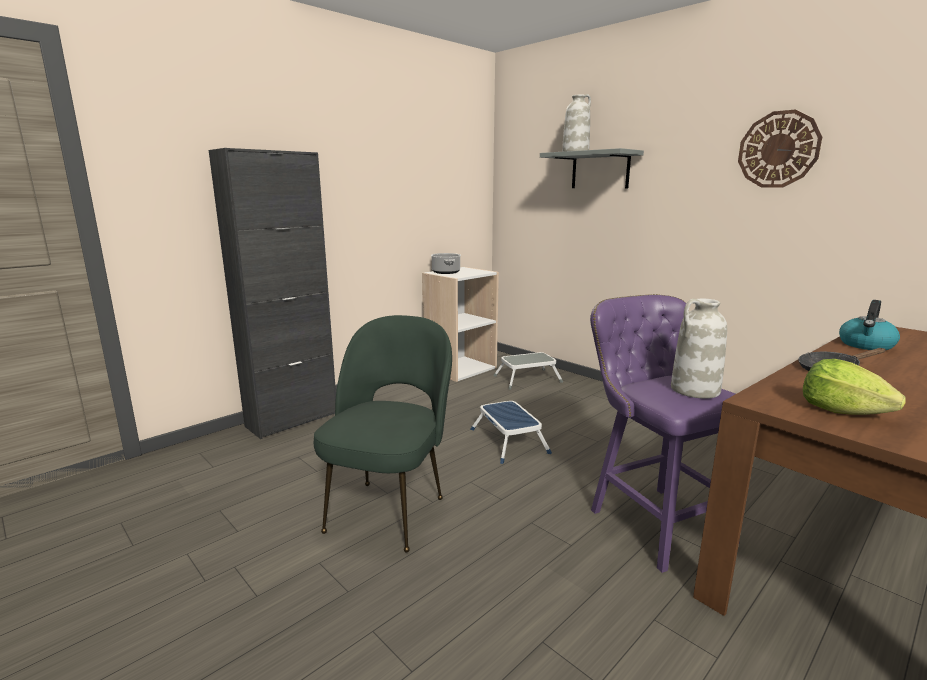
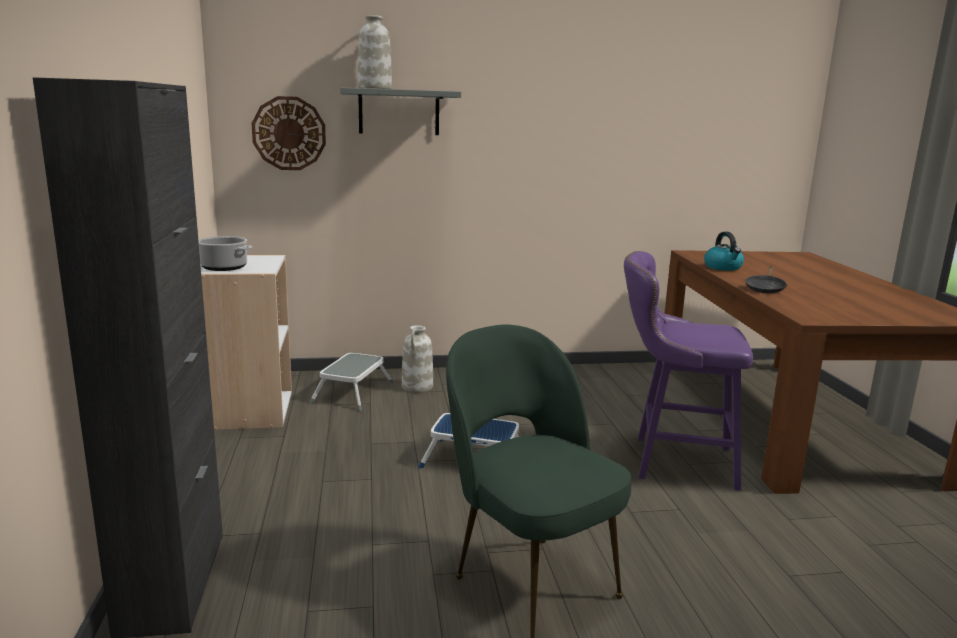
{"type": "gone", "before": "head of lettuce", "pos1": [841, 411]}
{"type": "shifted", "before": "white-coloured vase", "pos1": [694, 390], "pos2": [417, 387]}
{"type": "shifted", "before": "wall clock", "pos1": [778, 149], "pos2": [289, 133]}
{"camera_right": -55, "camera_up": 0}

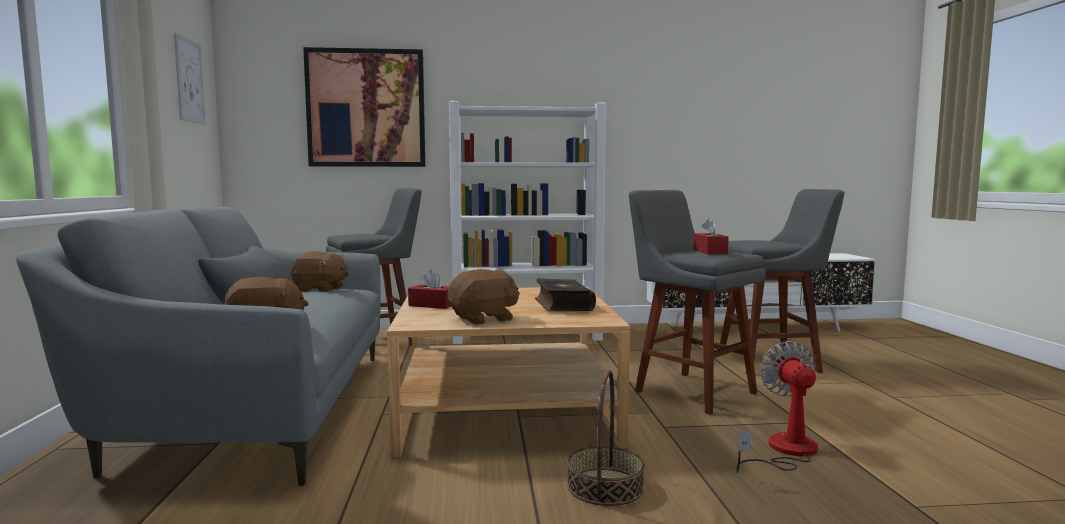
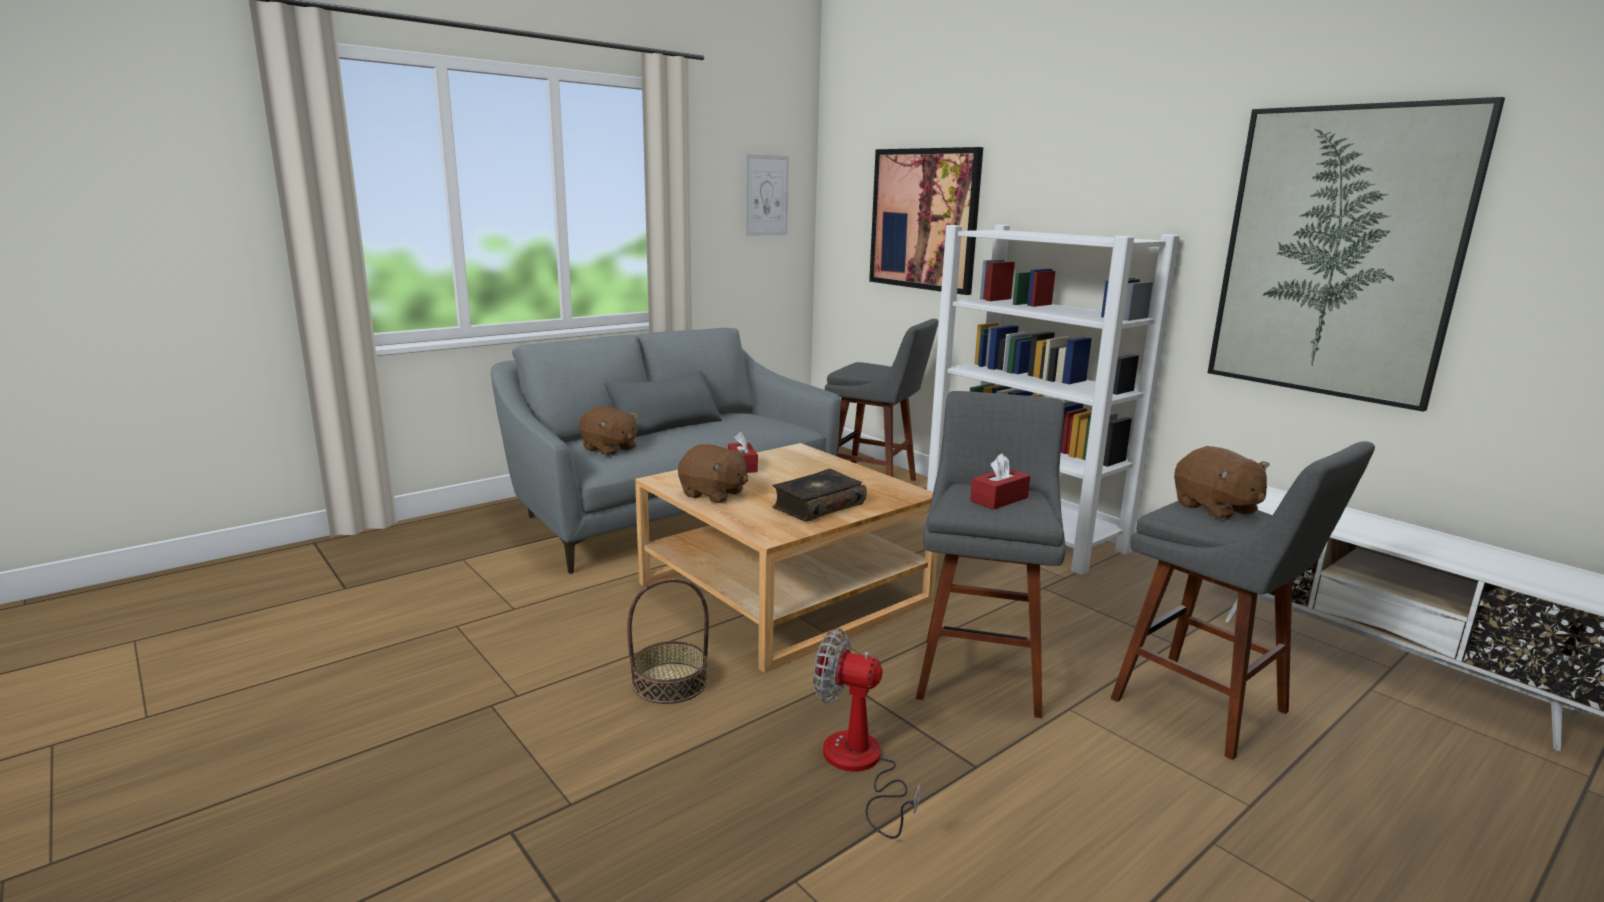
{"type": "new", "after": "wall picture", "pos2": [1337, 253]}
{"type": "shifted", "before": "brown-coloured plush toy", "pos1": [320, 290], "pos2": [1215, 509]}
{"type": "rotated", "before": "fan", "pos1": [784, 451], "pos2": [860, 767], "turn": -120}
{"camera_right": 55, "camera_up": 10}

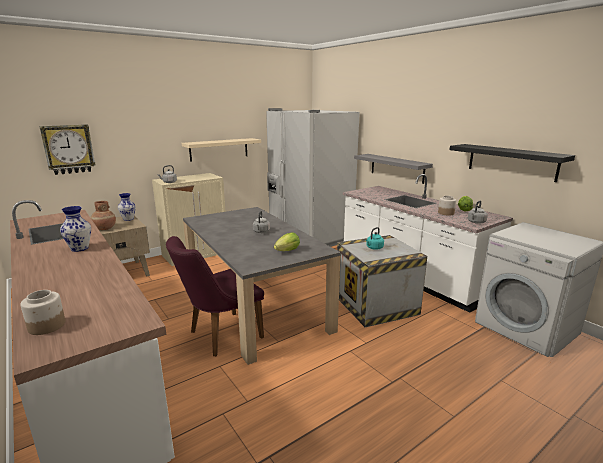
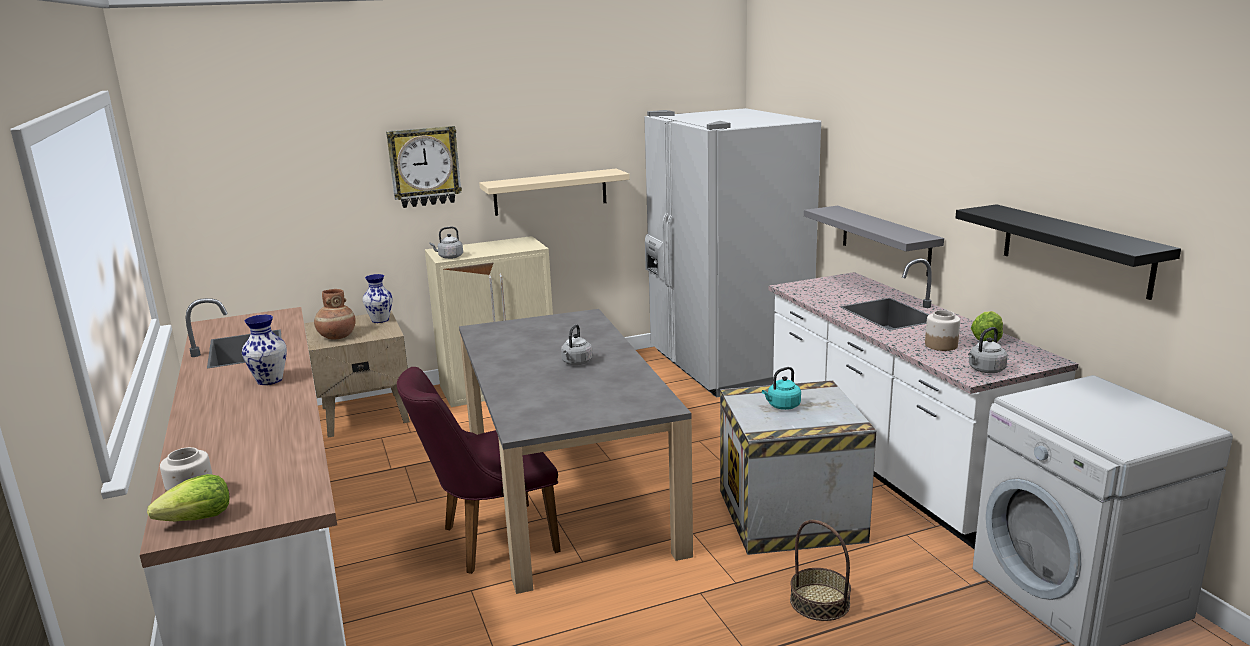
{"type": "new", "after": "basket", "pos2": [820, 602]}
{"type": "shifted", "before": "wall clock", "pos1": [68, 149], "pos2": [424, 166]}
{"type": "shifted", "before": "head of lettuce", "pos1": [287, 251], "pos2": [198, 519]}
{"camera_right": 15, "camera_up": 0}

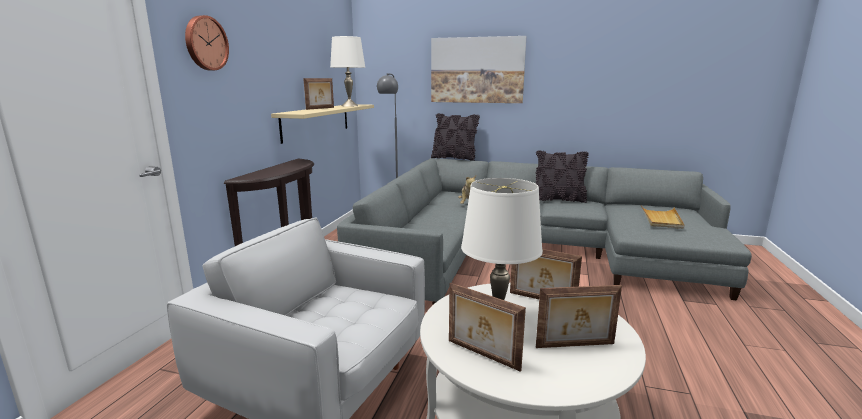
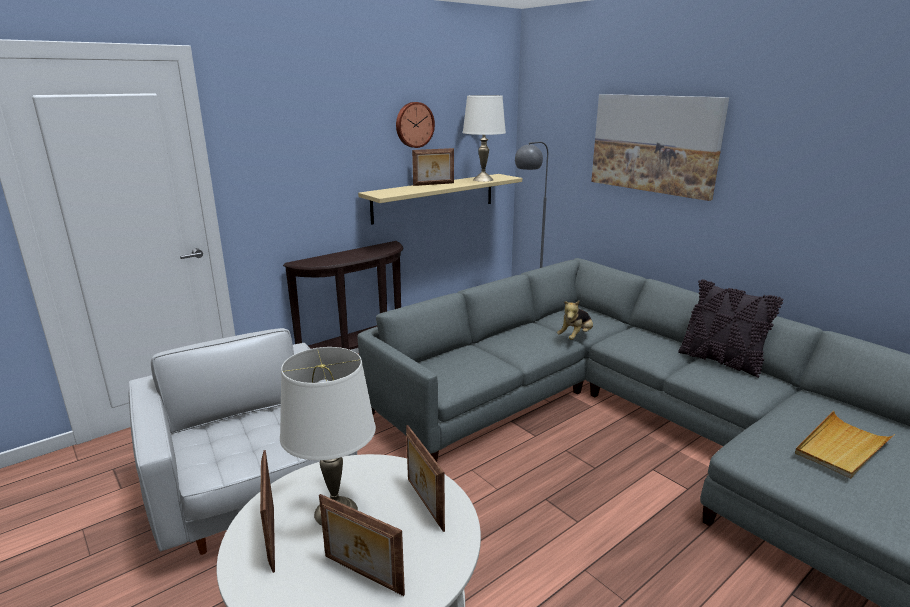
{"type": "gone", "before": "black-coloured cushion", "pos1": [454, 158]}
{"type": "shifted", "before": "wall clock", "pos1": [205, 43], "pos2": [414, 125]}
{"camera_right": 35, "camera_up": 5}

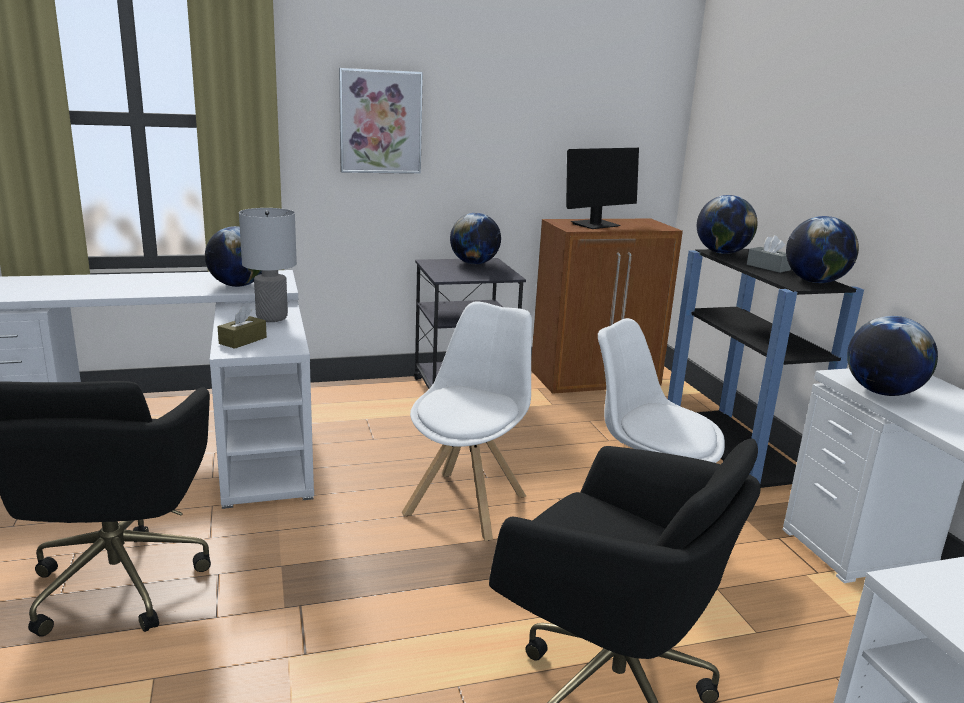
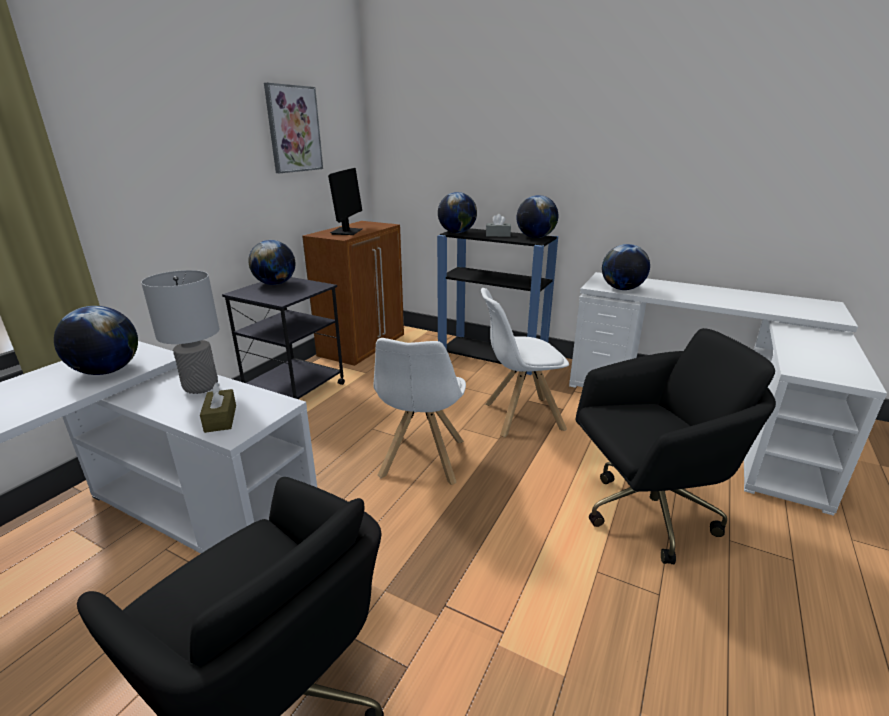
{"type": "shifted", "before": "wall picture", "pos1": [380, 122], "pos2": [293, 129]}
{"type": "rotated", "before": "white-coloured upright chair", "pos1": [468, 501], "pos2": [422, 461], "turn": -150}
{"camera_right": -45, "camera_up": 5}

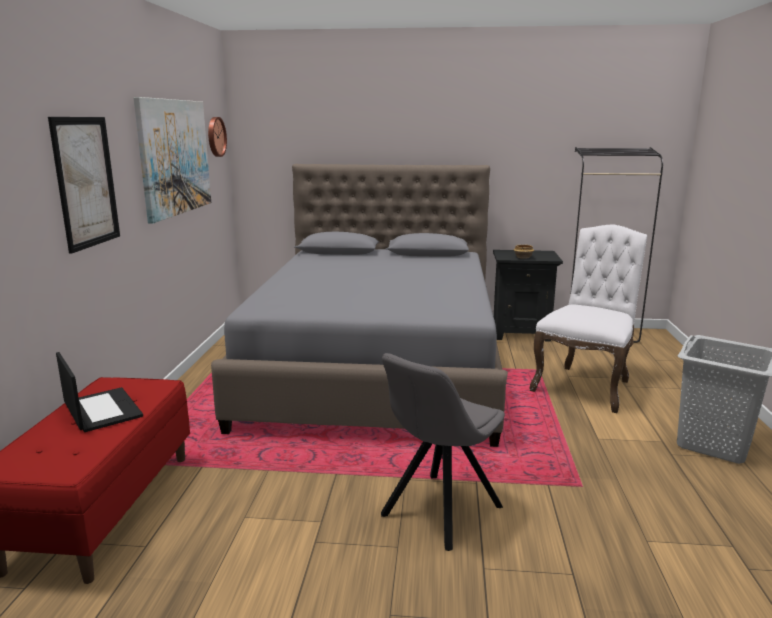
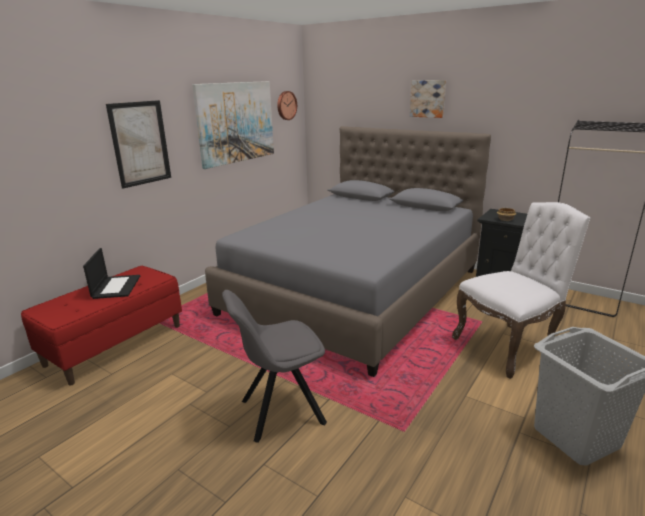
{"type": "new", "after": "wall picture", "pos2": [428, 98]}
{"camera_right": 30, "camera_up": 5}

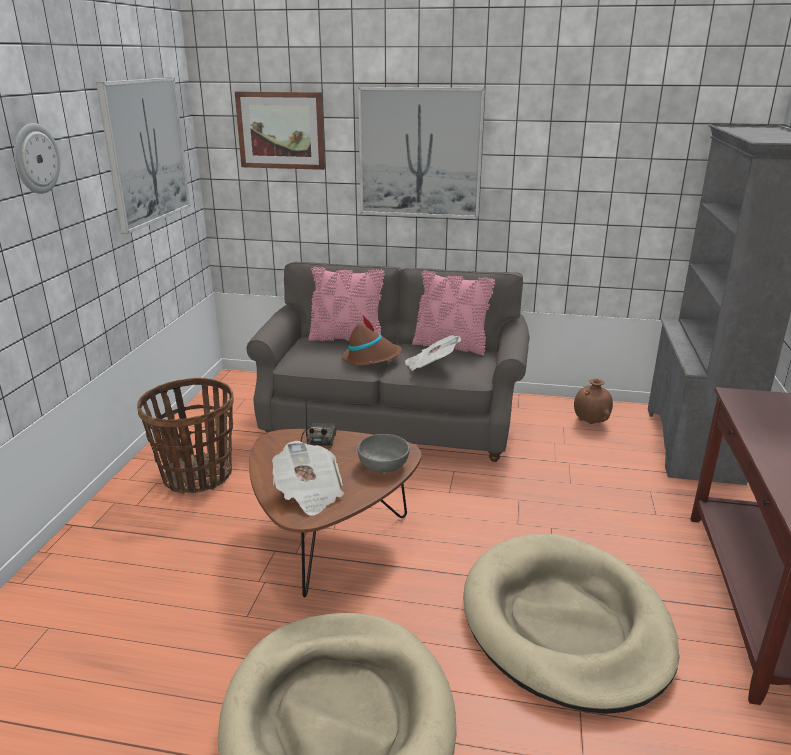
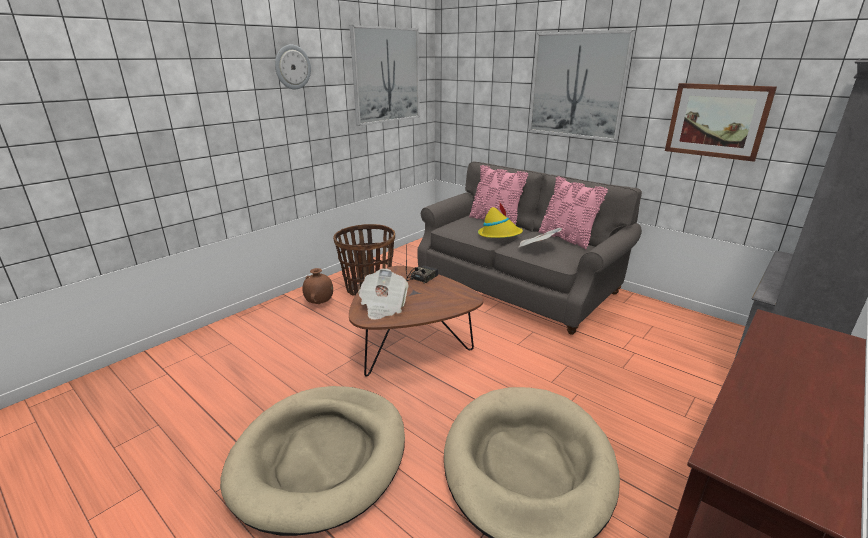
{"type": "gone", "before": "grey bowl", "pos1": [383, 464]}
{"type": "shifted", "before": "wall picture", "pos1": [281, 130], "pos2": [716, 121]}
{"type": "shifted", "before": "brown-coloured vase", "pos1": [591, 423], "pos2": [319, 303]}
{"type": "repainted", "before": "brown-coloured wearable hat", "after": "yellow-coloured wearable hat", "pos1": [371, 358], "pos2": [499, 235]}
{"camera_right": 30, "camera_up": 0}

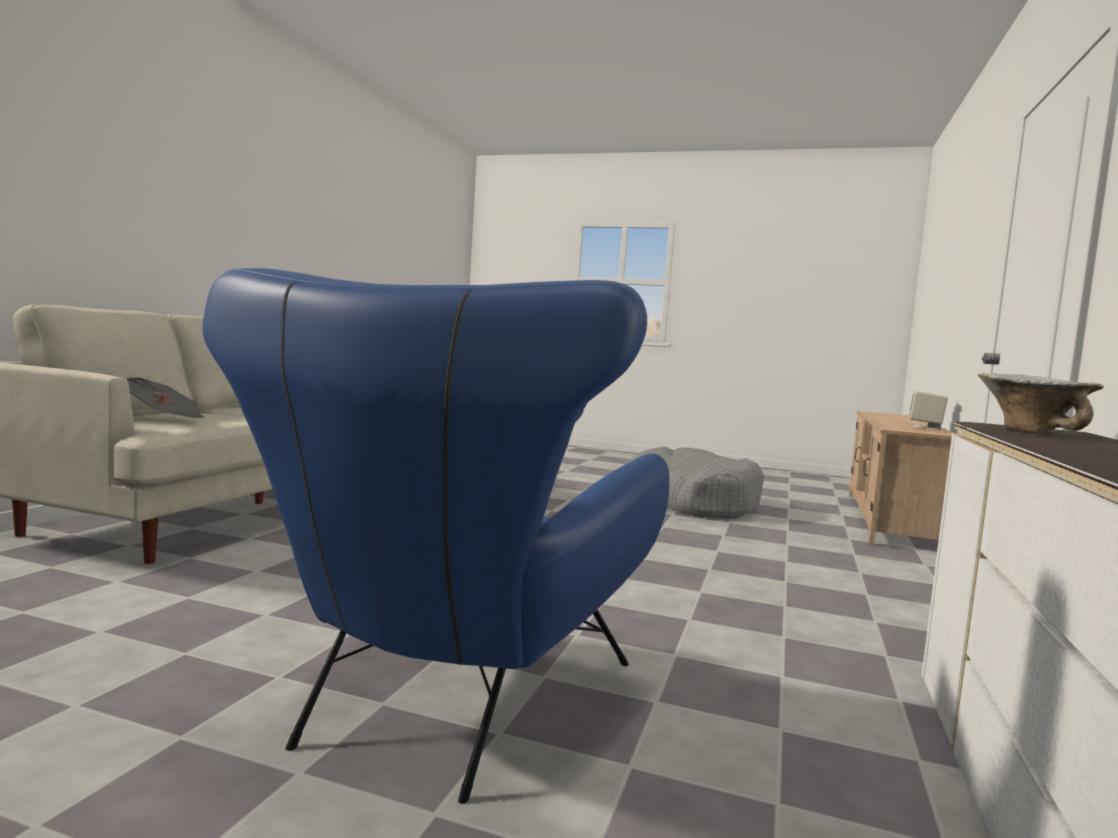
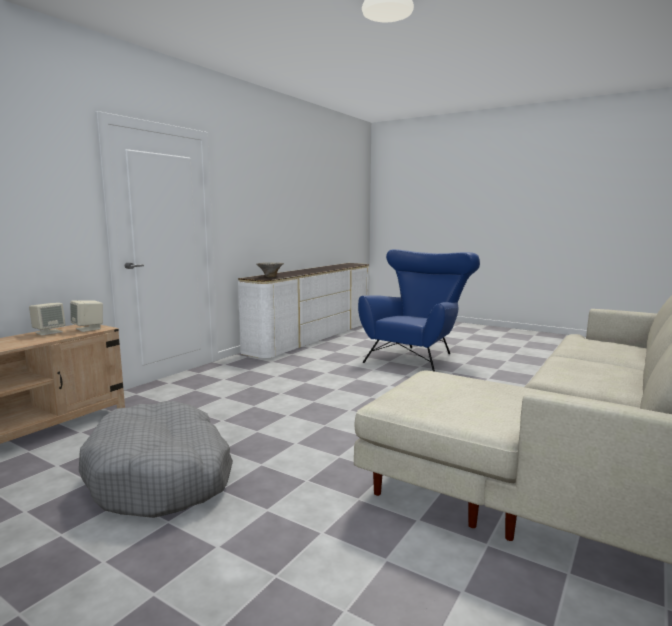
{"type": "gone", "before": "daily paper", "pos1": [164, 420]}
{"type": "new", "after": "beige speaker", "pos2": [88, 329]}
{"camera_right": -165, "camera_up": 5}

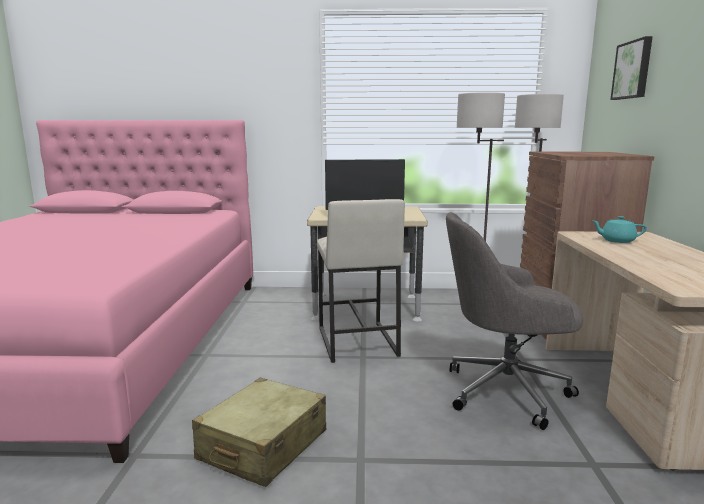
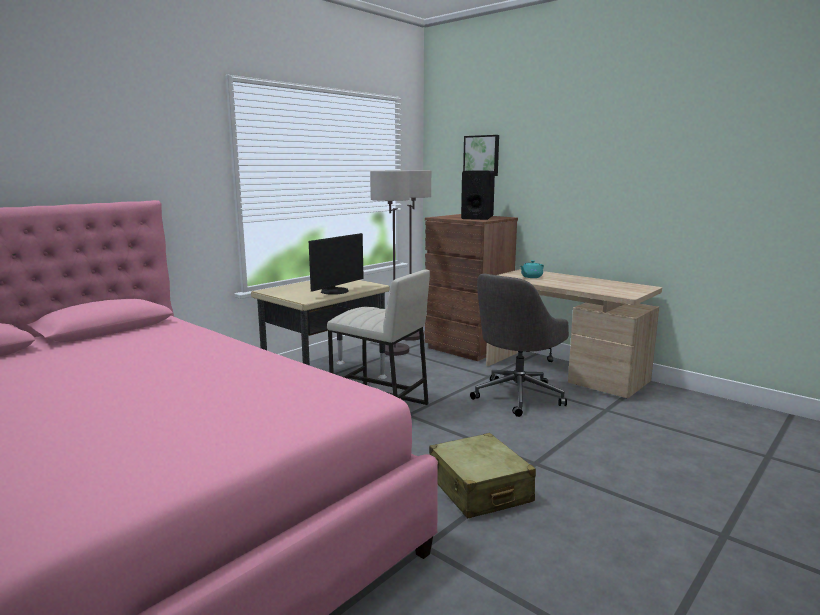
{"type": "new", "after": "black-coloured speaker", "pos2": [477, 217]}
{"camera_right": -50, "camera_up": 0}

